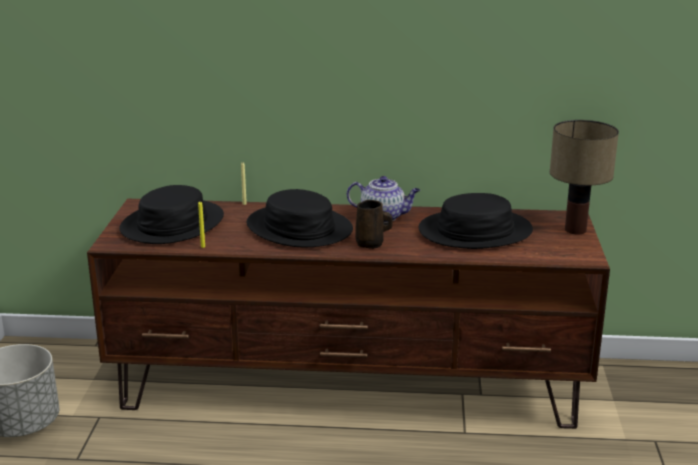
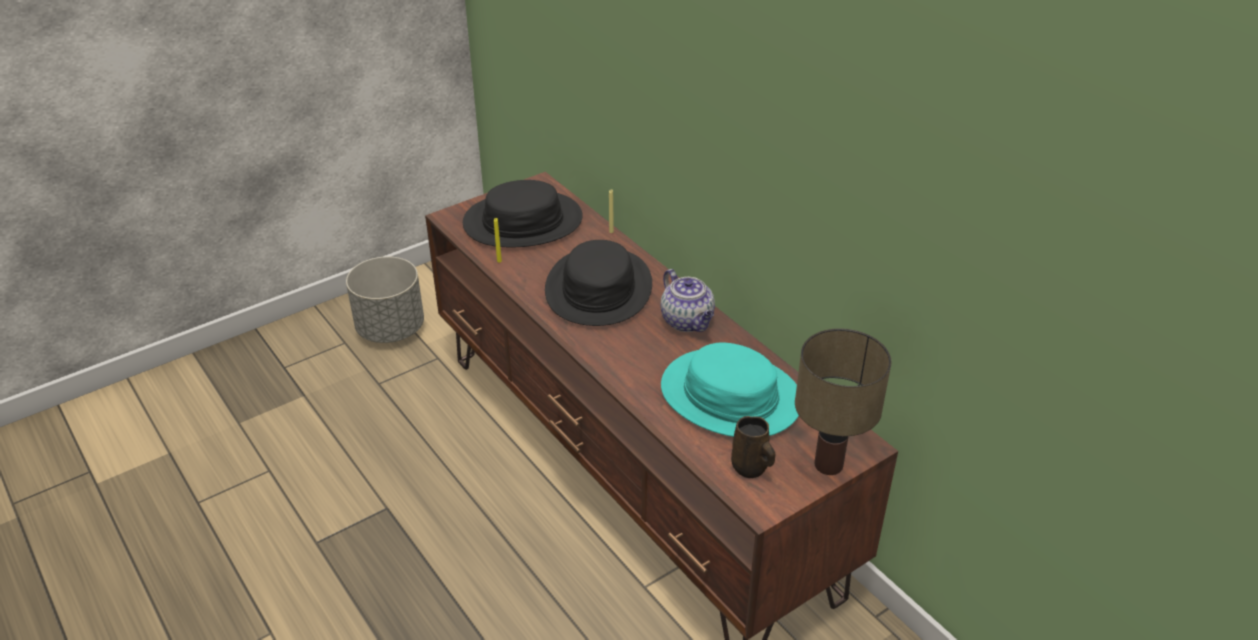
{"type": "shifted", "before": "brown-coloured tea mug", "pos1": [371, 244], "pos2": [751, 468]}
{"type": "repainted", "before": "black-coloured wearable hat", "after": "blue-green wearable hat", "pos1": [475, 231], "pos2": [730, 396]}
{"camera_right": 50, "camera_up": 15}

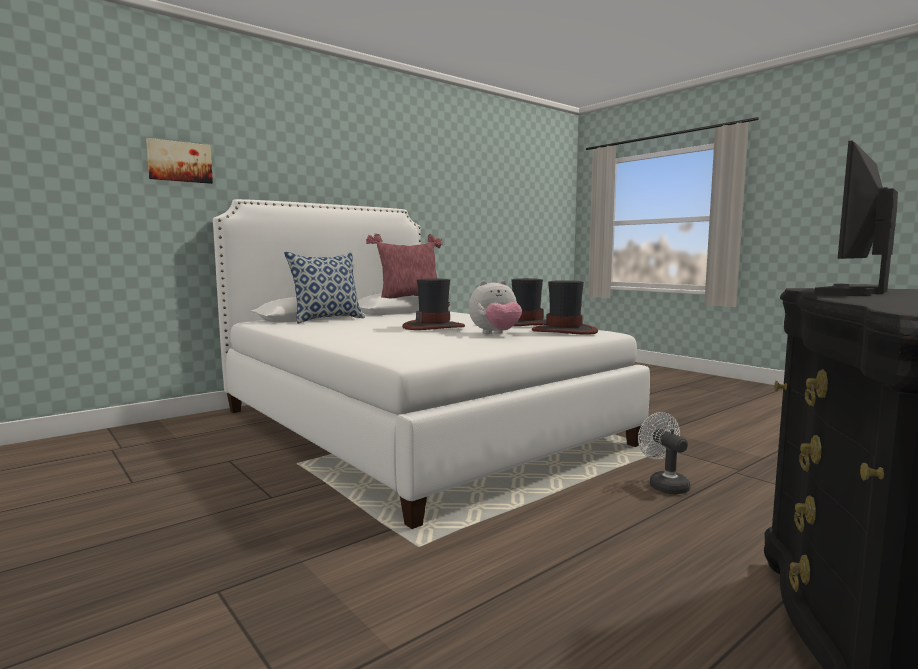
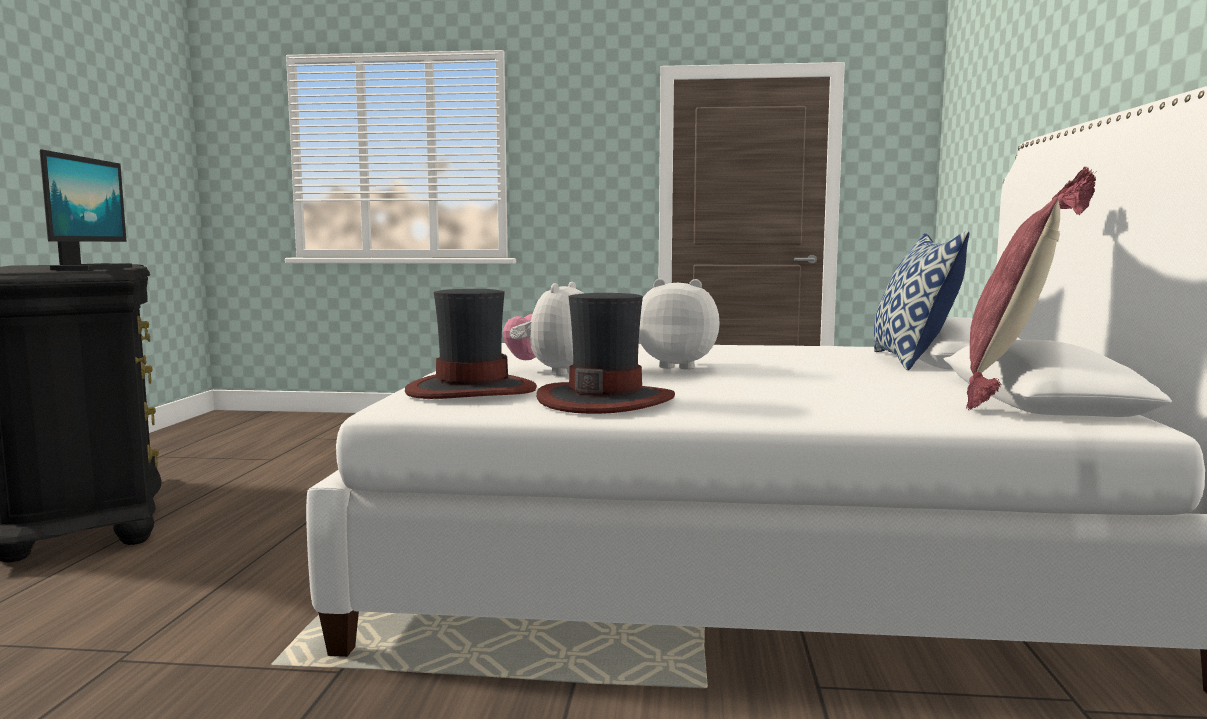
{"type": "gone", "before": "wall picture", "pos1": [179, 162]}
{"type": "gone", "before": "white-coloured fan", "pos1": [664, 485]}
{"type": "swapped", "before": "wearable hat", "after": "plush toy", "pos1": [434, 327], "pos2": [679, 366]}
{"camera_right": 135, "camera_up": 0}

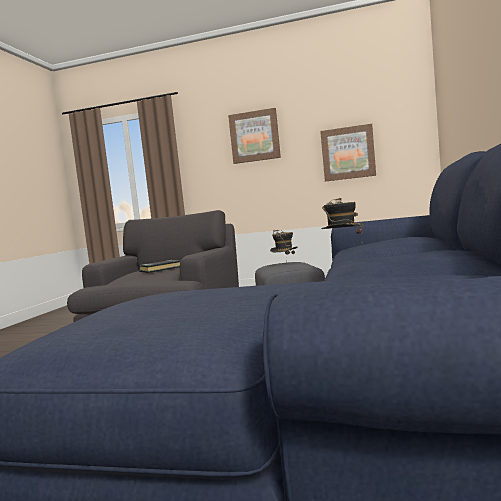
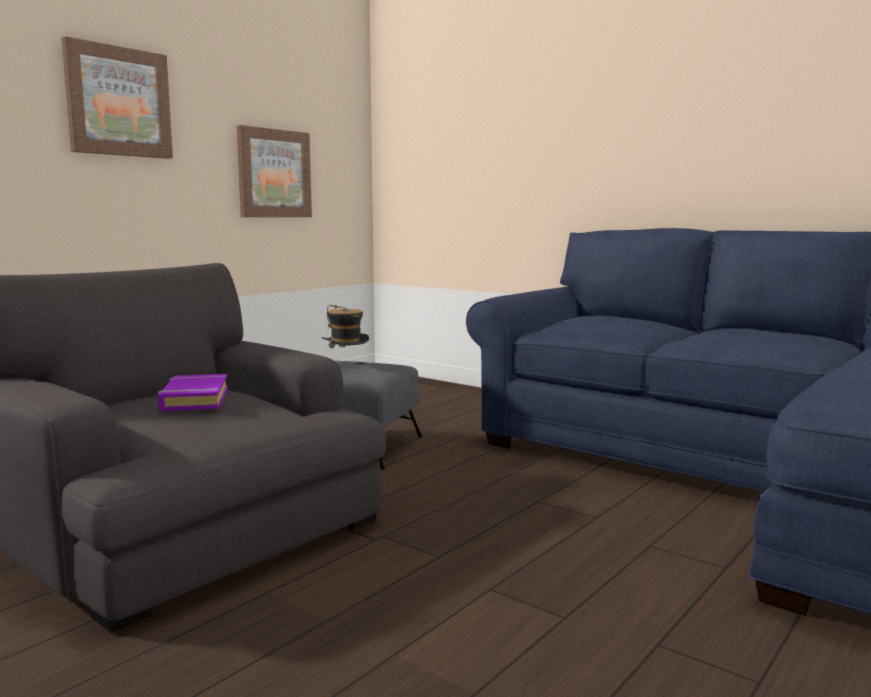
{"type": "gone", "before": "wearable hat", "pos1": [343, 246]}
{"type": "repainted", "before": "black-coloured bound book", "after": "purple-coloured bound book", "pos1": [160, 269], "pos2": [194, 399]}
{"camera_right": -65, "camera_up": 5}

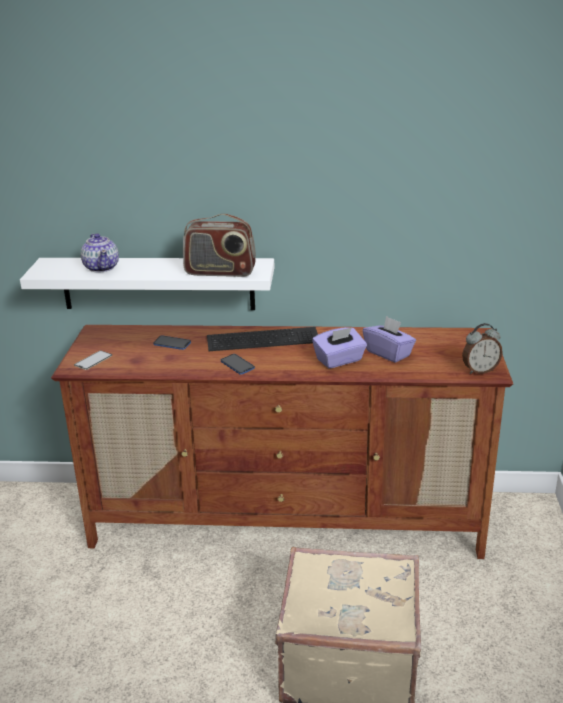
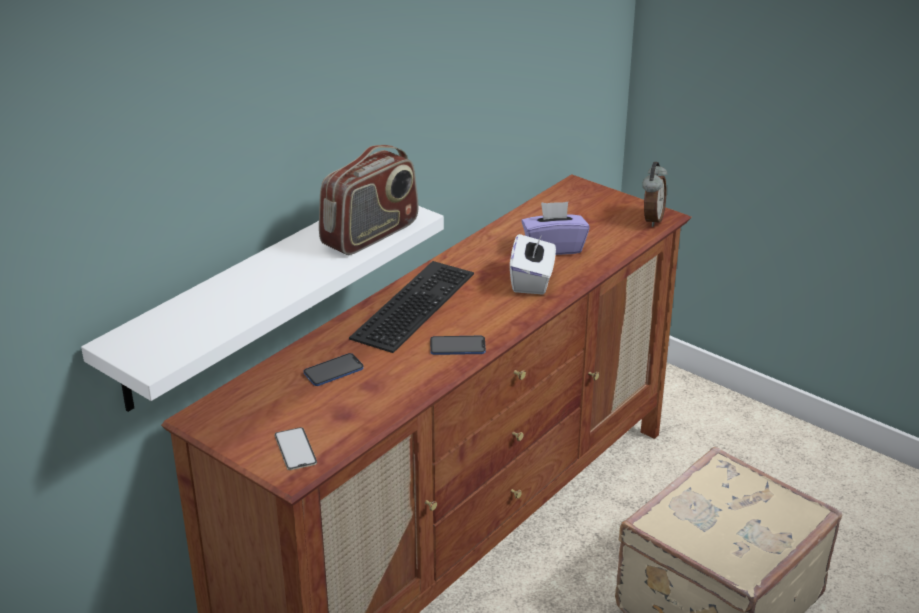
{"type": "gone", "before": "pot for tea", "pos1": [102, 267]}
{"type": "repainted", "before": "purple-coloured tissue box", "after": "white-coloured tissue box", "pos1": [339, 360], "pos2": [532, 281]}
{"camera_right": -55, "camera_up": 5}

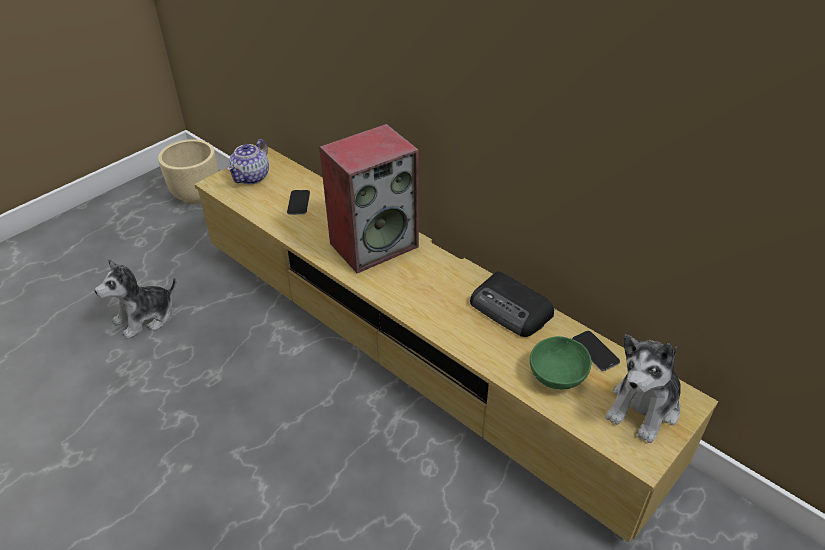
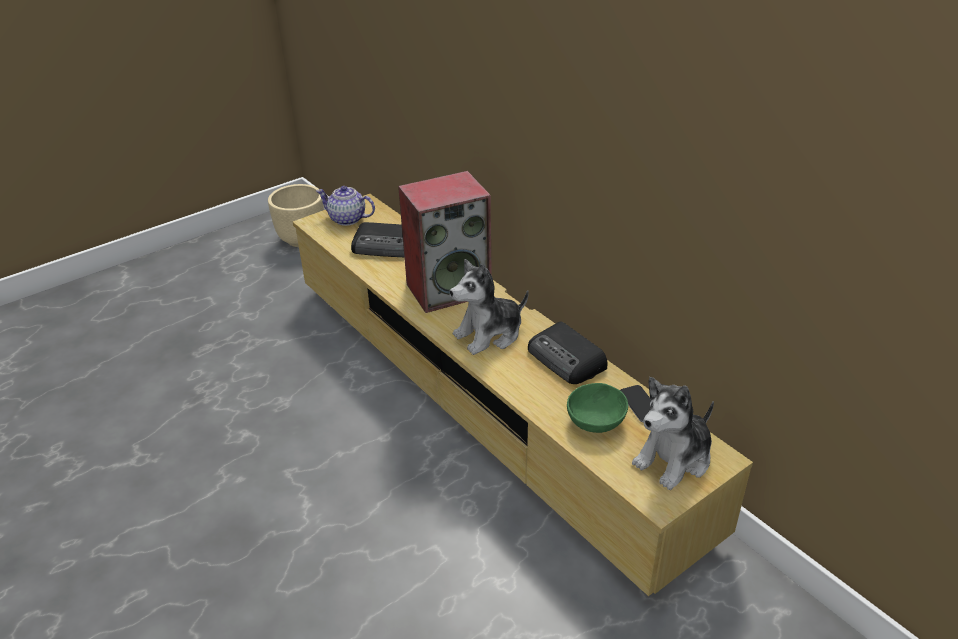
{"type": "shifted", "before": "plush toy", "pos1": [145, 318], "pos2": [489, 334]}
{"type": "swapped", "before": "phone", "after": "radio", "pos1": [298, 203], "pos2": [386, 246]}
{"type": "rotated", "before": "pot for tea", "pos1": [252, 177], "pos2": [348, 219], "turn": 75}
{"camera_right": 10, "camera_up": -5}

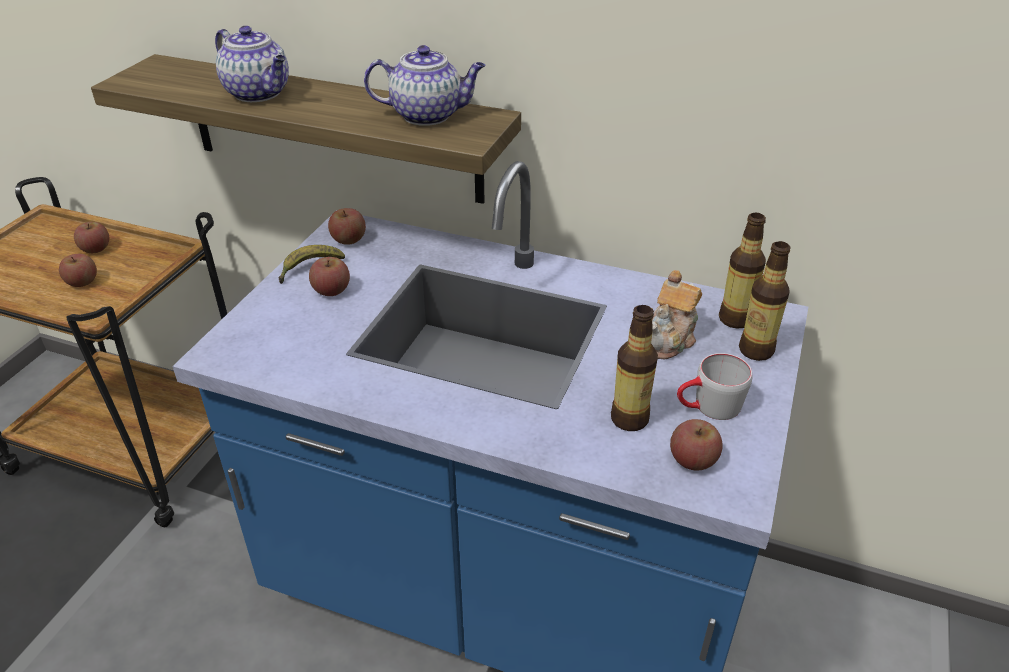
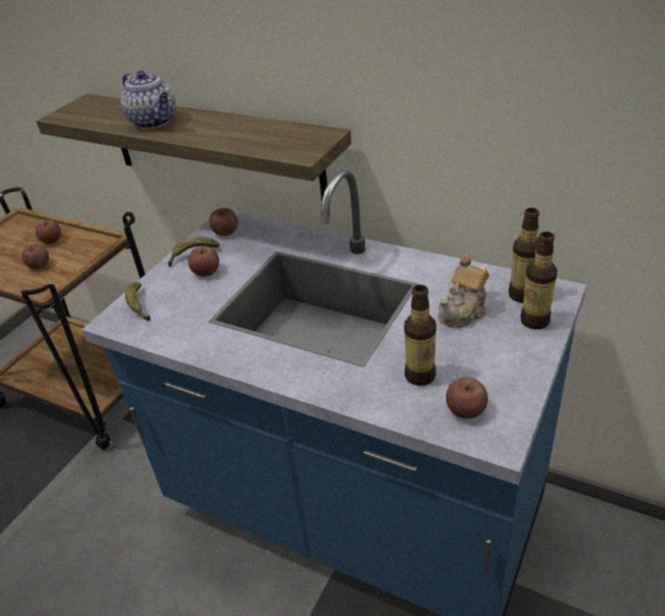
{"type": "gone", "before": "pot for tea", "pos1": [428, 115]}
{"type": "gone", "before": "grey tea mug", "pos1": [708, 408]}
{"type": "new", "after": "banana", "pos2": [138, 306]}
{"camera_right": 10, "camera_up": 0}

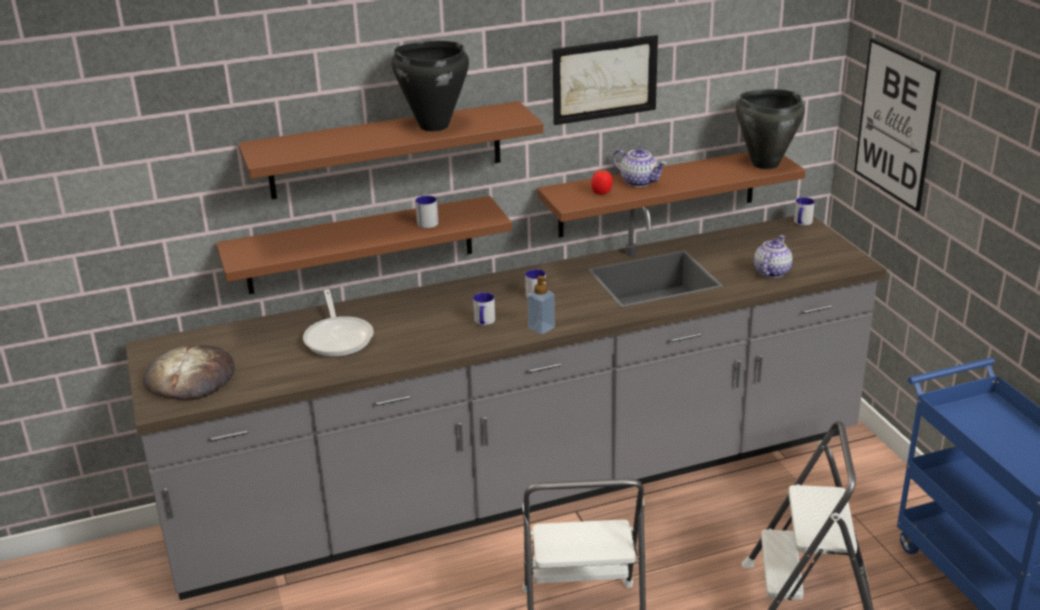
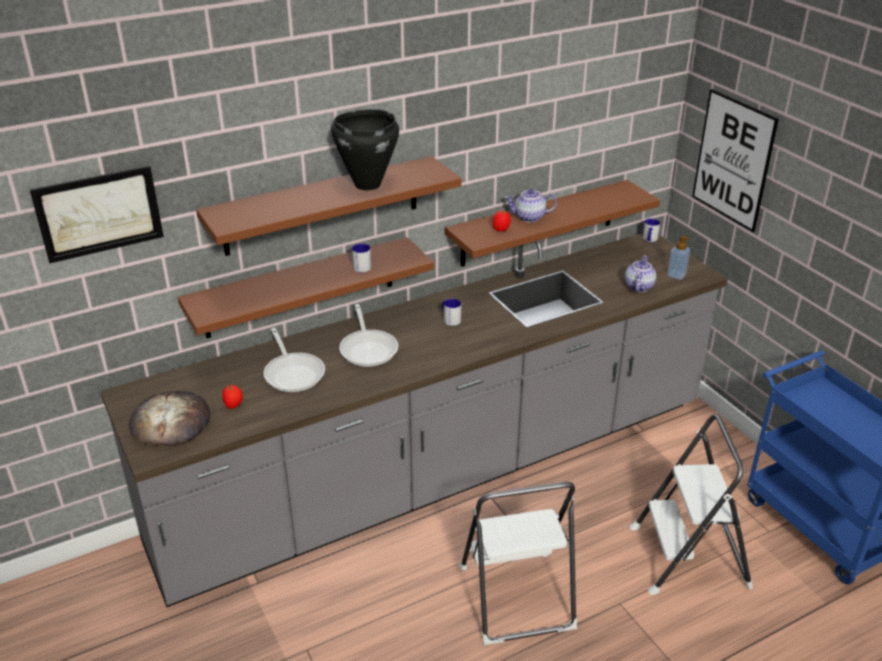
{"type": "gone", "before": "tea mug", "pos1": [484, 322]}
{"type": "gone", "before": "black-coloured cooking pot", "pos1": [764, 164]}
{"type": "new", "after": "whole tomato", "pos2": [234, 406]}
{"type": "new", "after": "skillet", "pos2": [368, 348]}
{"type": "shifted", "before": "soap dispenser", "pos1": [541, 328], "pos2": [676, 275]}
{"type": "shifted", "before": "wall picture", "pos1": [604, 79], "pos2": [99, 213]}
{"type": "rotated", "before": "pot for tea", "pos1": [639, 182], "pos2": [529, 217], "turn": 150}
{"camera_right": -10, "camera_up": 5}

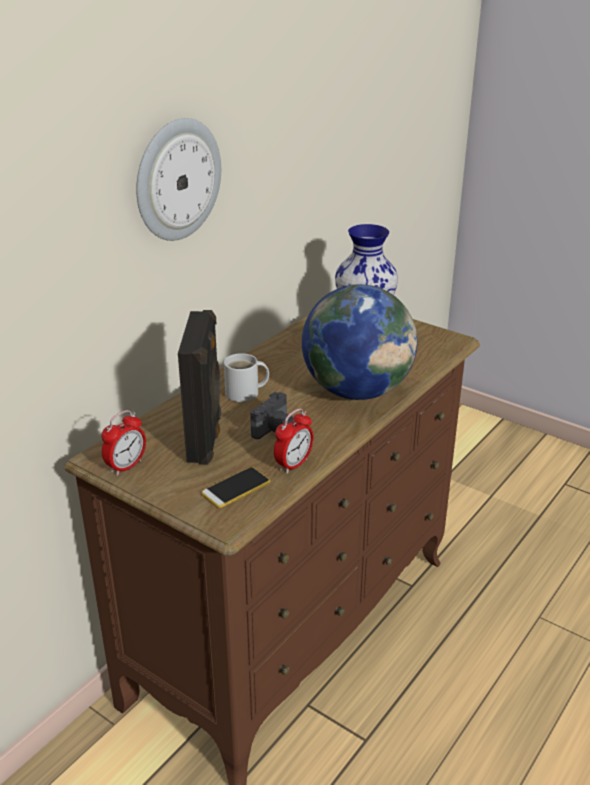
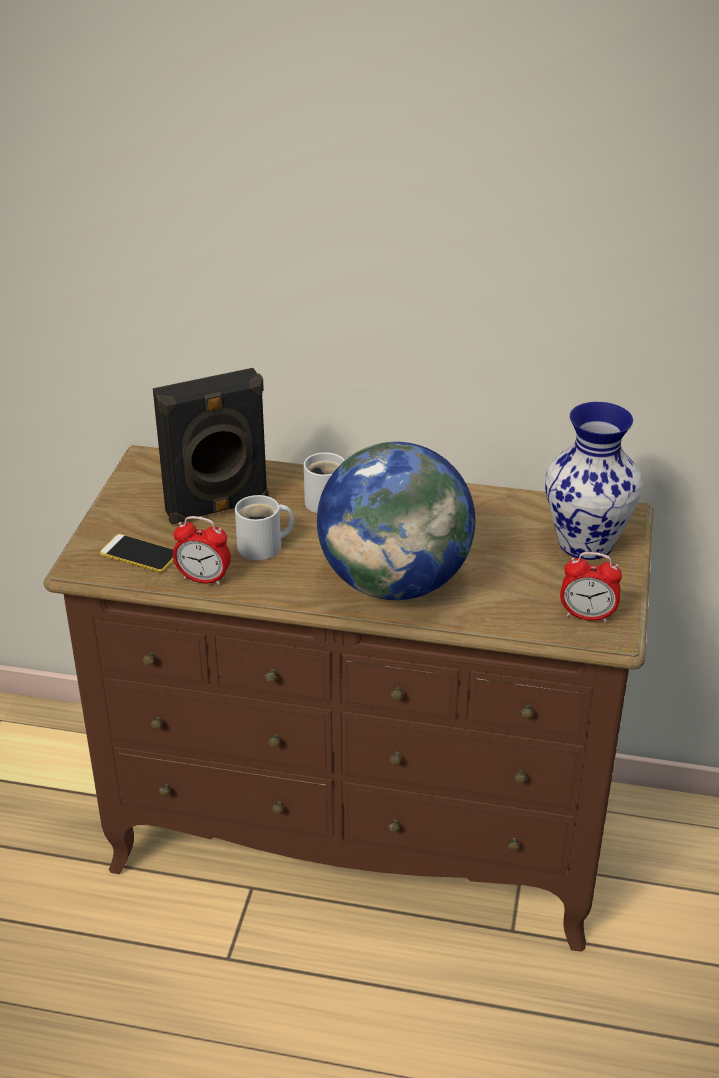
{"type": "gone", "before": "wall clock", "pos1": [177, 179]}
{"type": "shifted", "before": "table clock", "pos1": [126, 466], "pos2": [587, 616]}
{"type": "swapped", "before": "photo camera", "after": "white-coloured tea mug", "pos1": [274, 430], "pos2": [264, 547]}
{"camera_right": 65, "camera_up": 5}

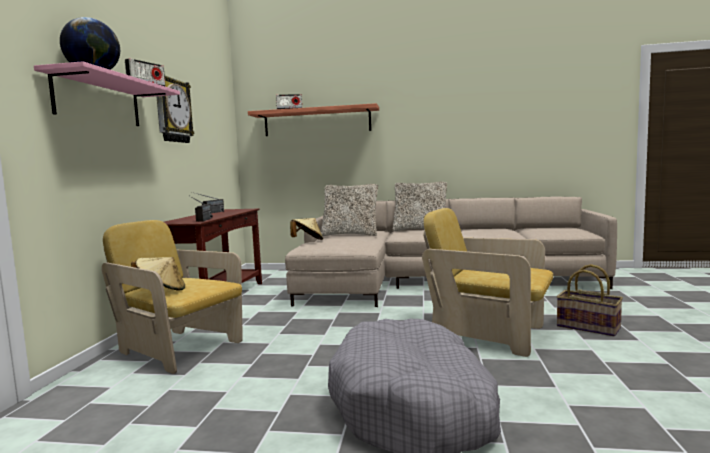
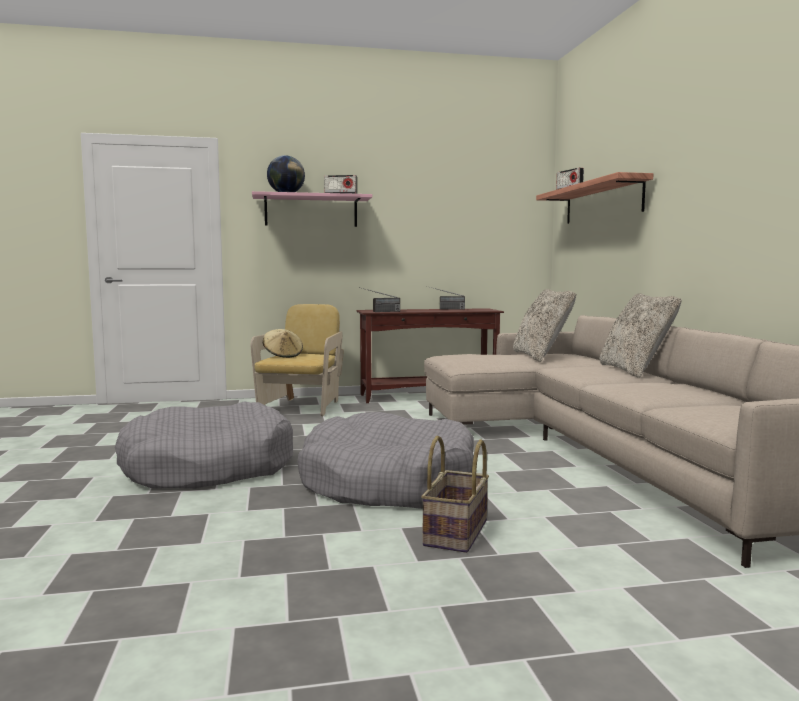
{"type": "gone", "before": "wall clock", "pos1": [172, 110]}
{"type": "gone", "before": "beige wearable hat", "pos1": [307, 241]}
{"type": "swapped", "before": "yellow-coloured lounge chair", "after": "grey dog cushion", "pos1": [488, 335], "pos2": [388, 484]}
{"camera_right": 70, "camera_up": 0}

